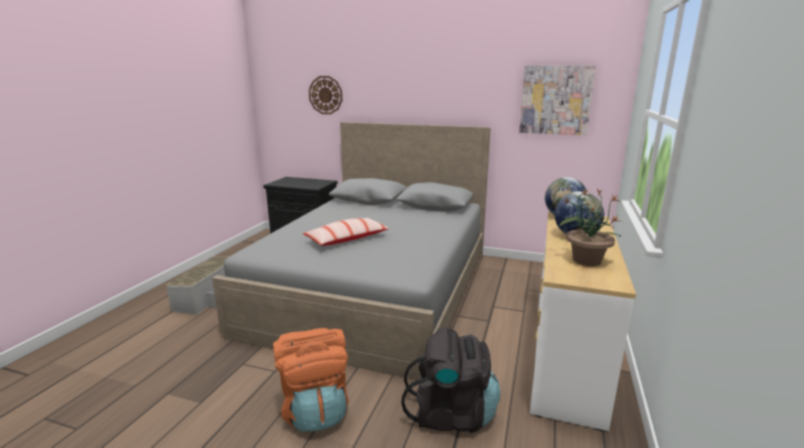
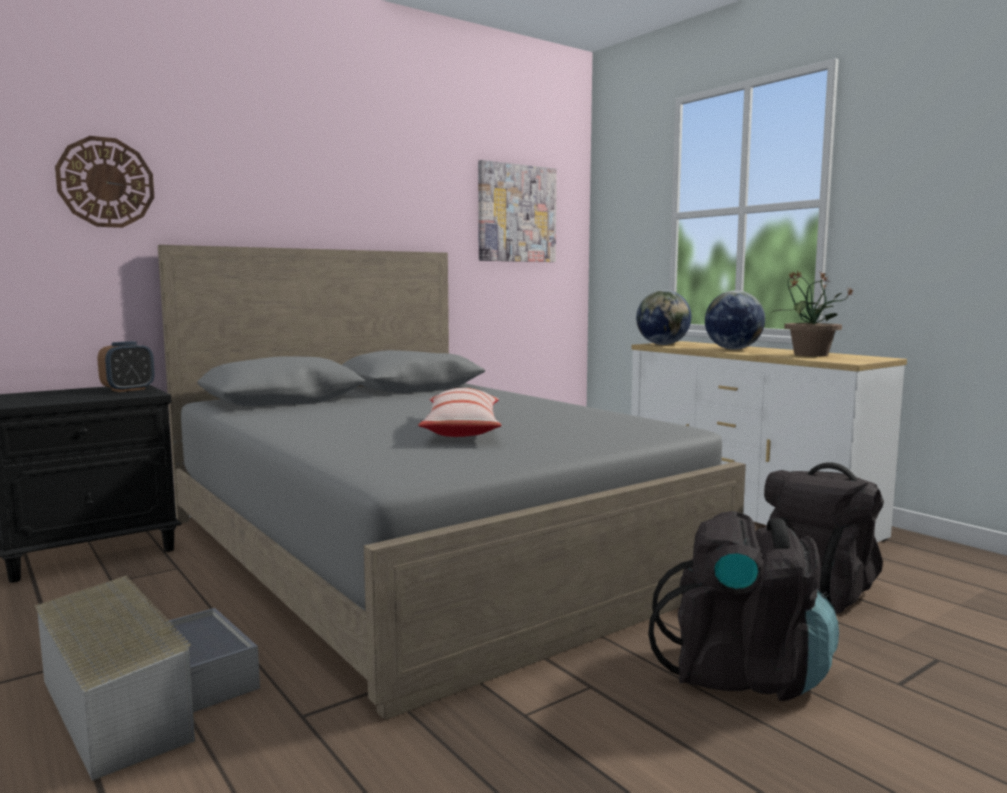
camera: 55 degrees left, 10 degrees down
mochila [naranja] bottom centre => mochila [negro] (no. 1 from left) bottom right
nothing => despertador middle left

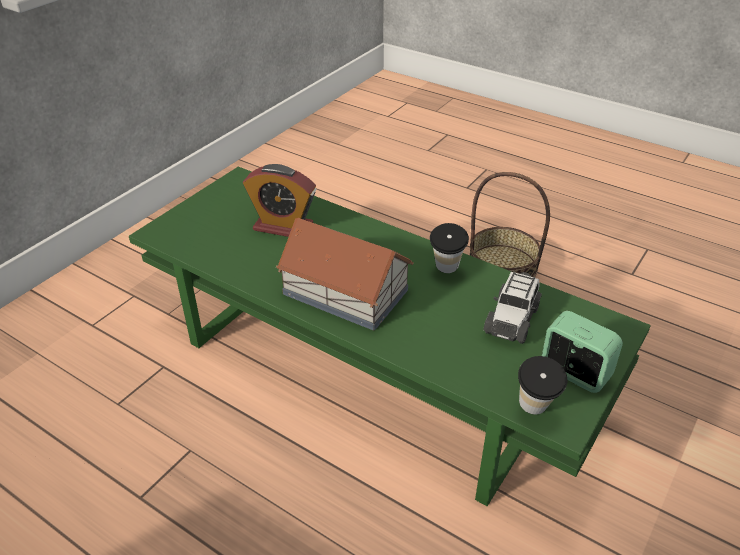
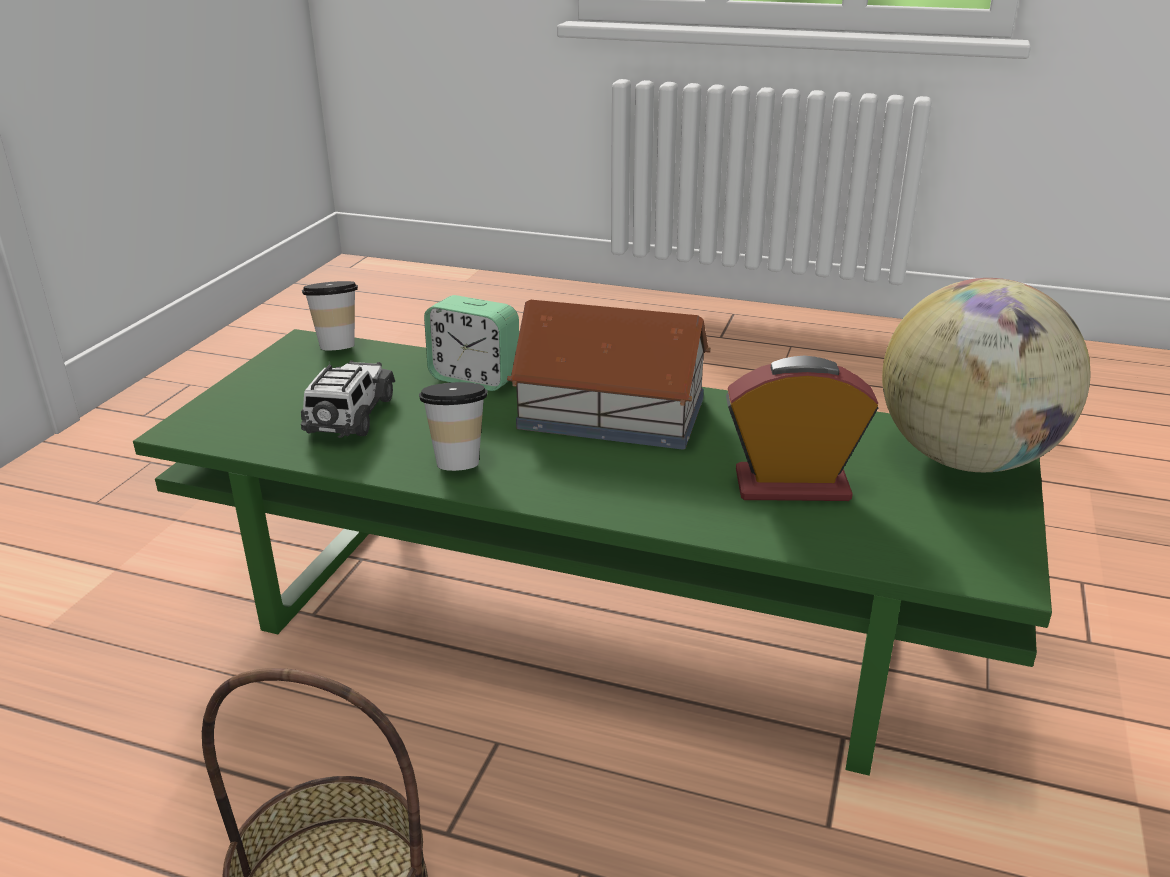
camera: 165 degrees right, 10 degrees down
despertador (no. 2 from left in the first image) middle right => despertador (no. 1 from left) centre, relocated
nothing => globo terráqueo middle right

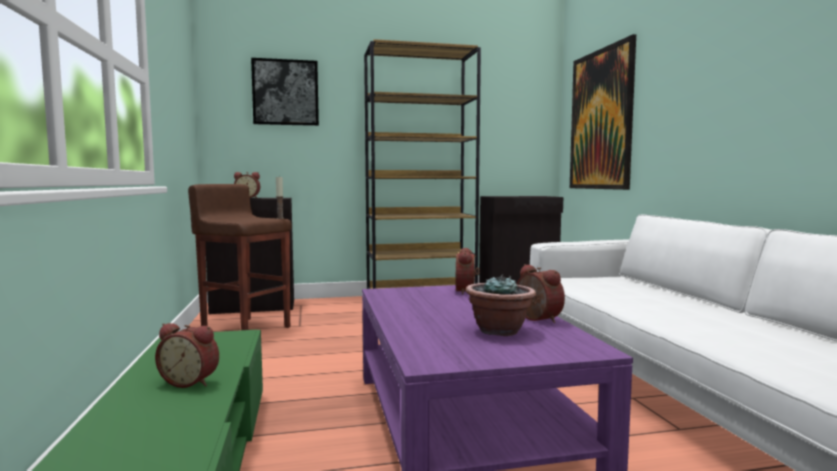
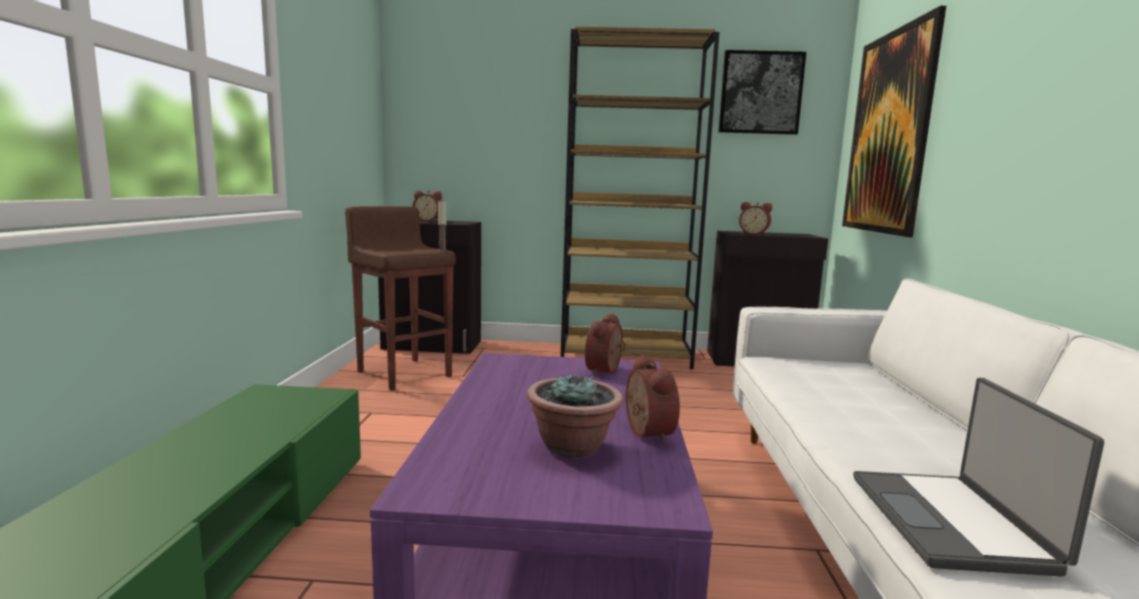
camera: 15 degrees right, 5 degrees up
despertador (no. 1 from left in the first image) bottom left => despertador (no. 4 from left) centre, relocated
cuadro (no. 1 from left) top centre => cuadro (no. 1 from left) top right, relocated
nothing => portátil bottom right

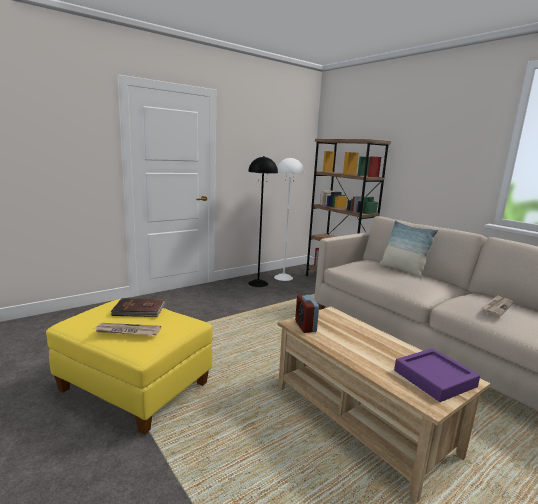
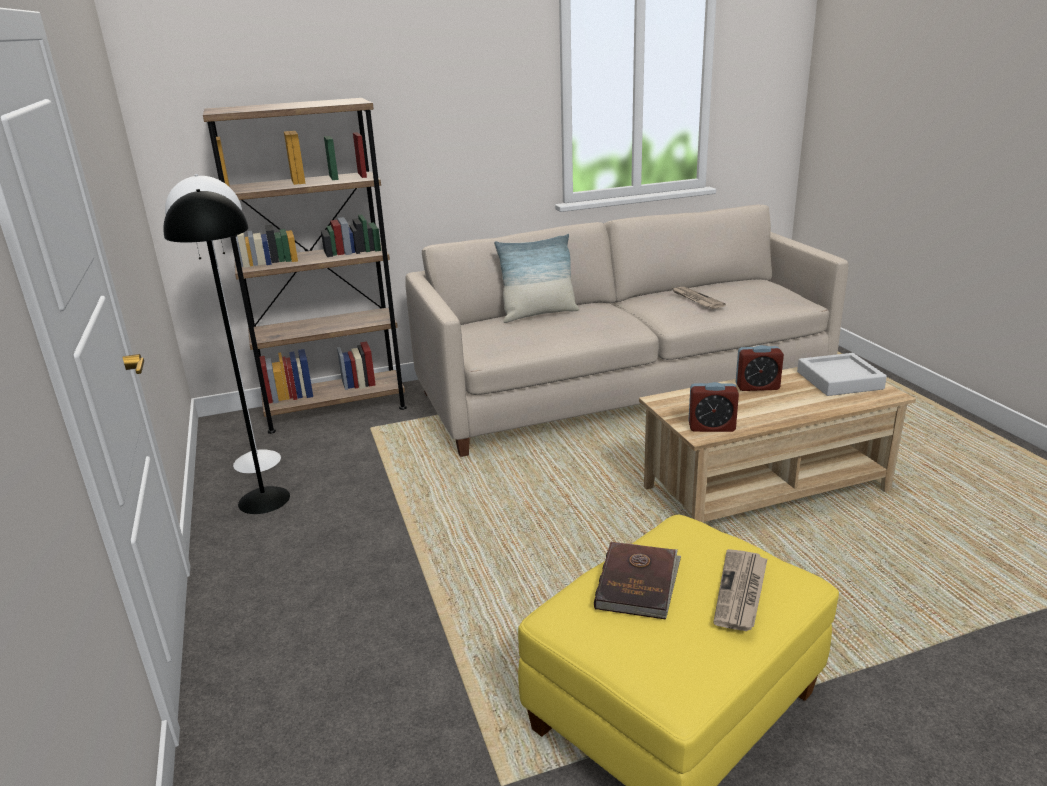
camera: 70 degrees left, 10 degrees up
bandeja [morado] bottom right => bandeja [gris] middle right
nothing => despertador (no. 2 from left) middle right

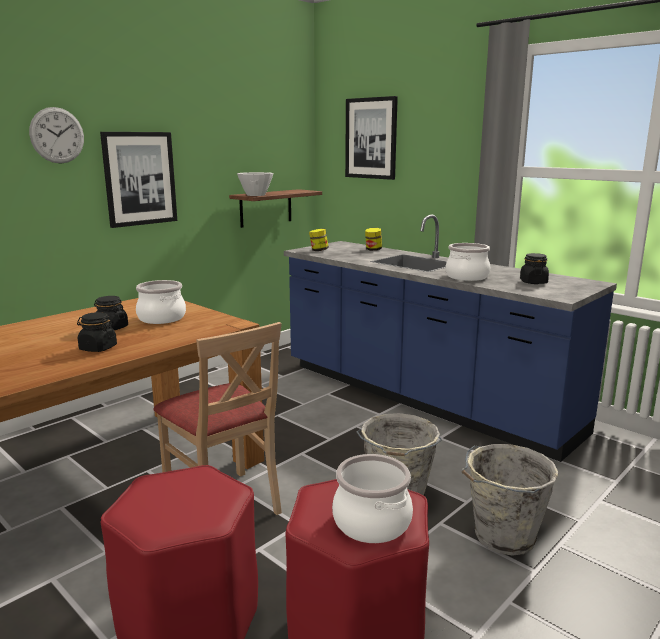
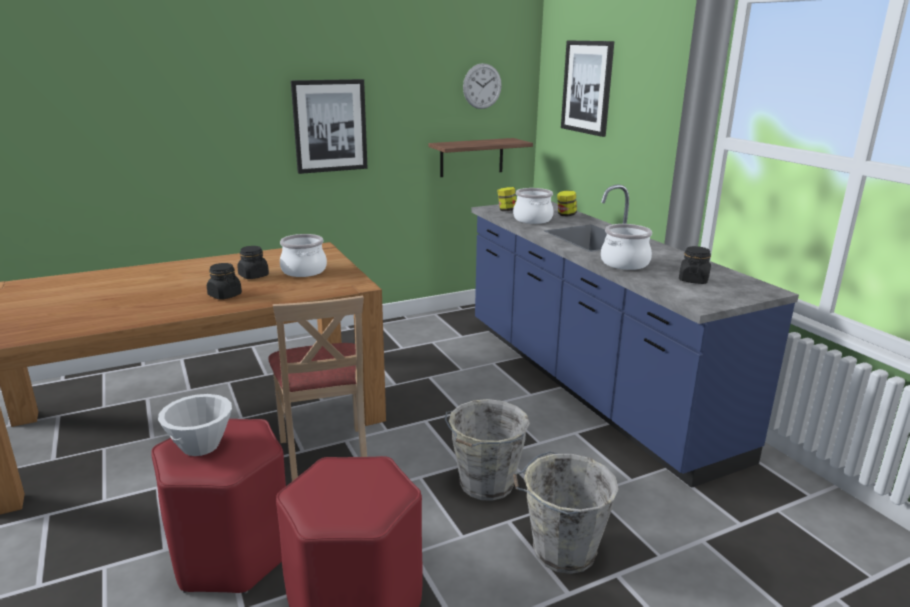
camera: 20 degrees right, 5 degrees up
reloj de pared top left => reloj de pared top centre, relocated
cuenco [blanco] top centre => cuenco [blanco] bottom left, relocated
olla (no. 2 from left) bottom centre => olla (no. 2 from left) centre, relocated

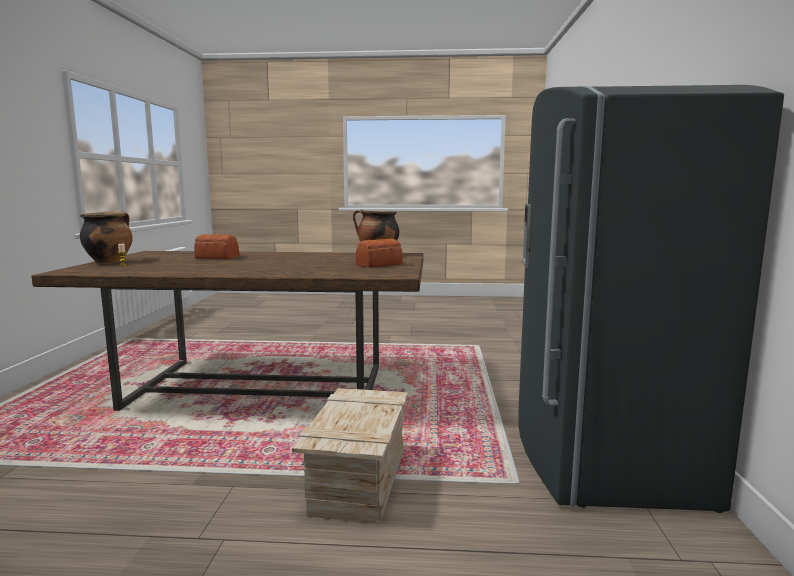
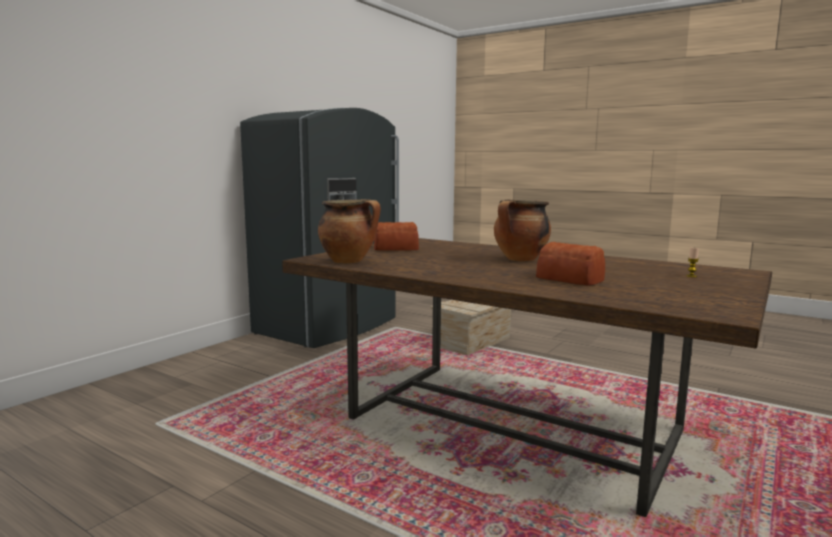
camera: 150 degrees left, 0 degrees up
olla (no. 1 from left in the first image) middle left => olla (no. 2 from left) centre, relocated

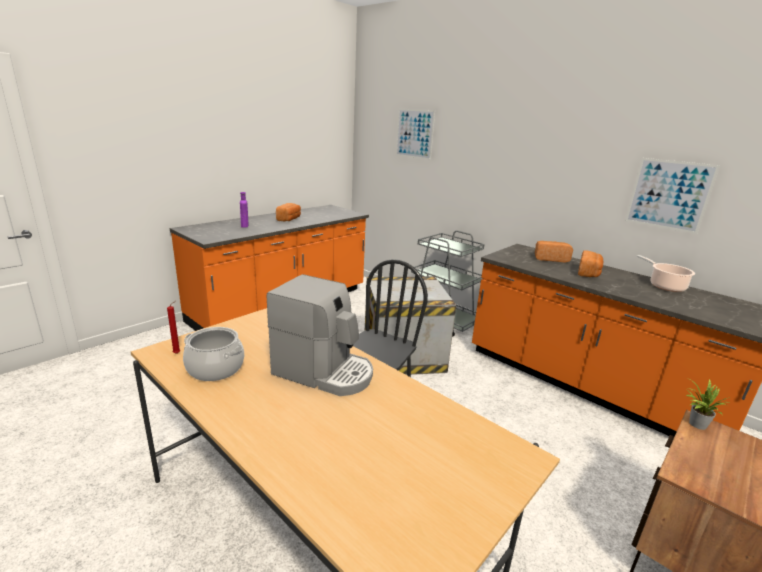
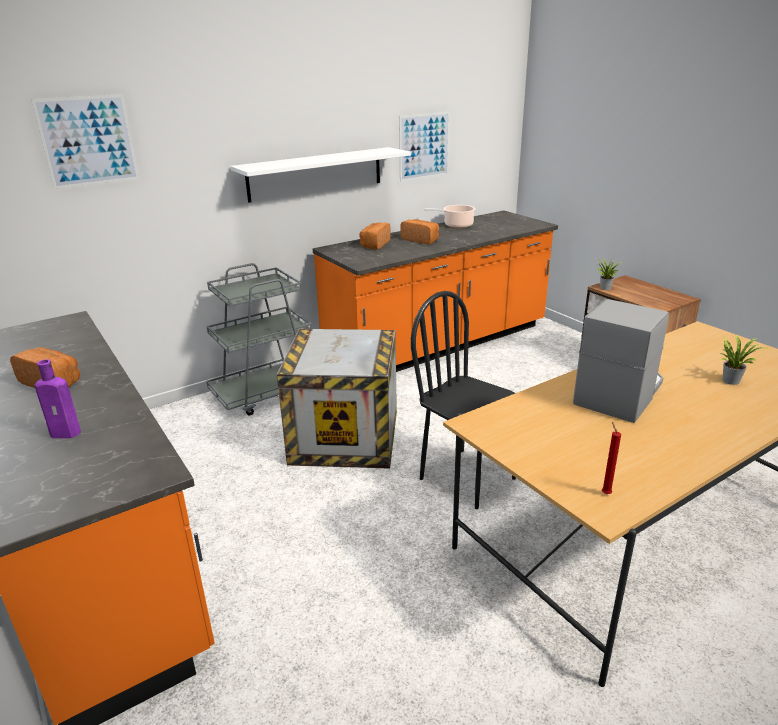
camera: 75 degrees left, 5 degrees up
olla (no. 1 from left) middle left => nothing
nothing => estante [blanco] top centre
nothing => planta en maceta (no. 2 from left) middle right

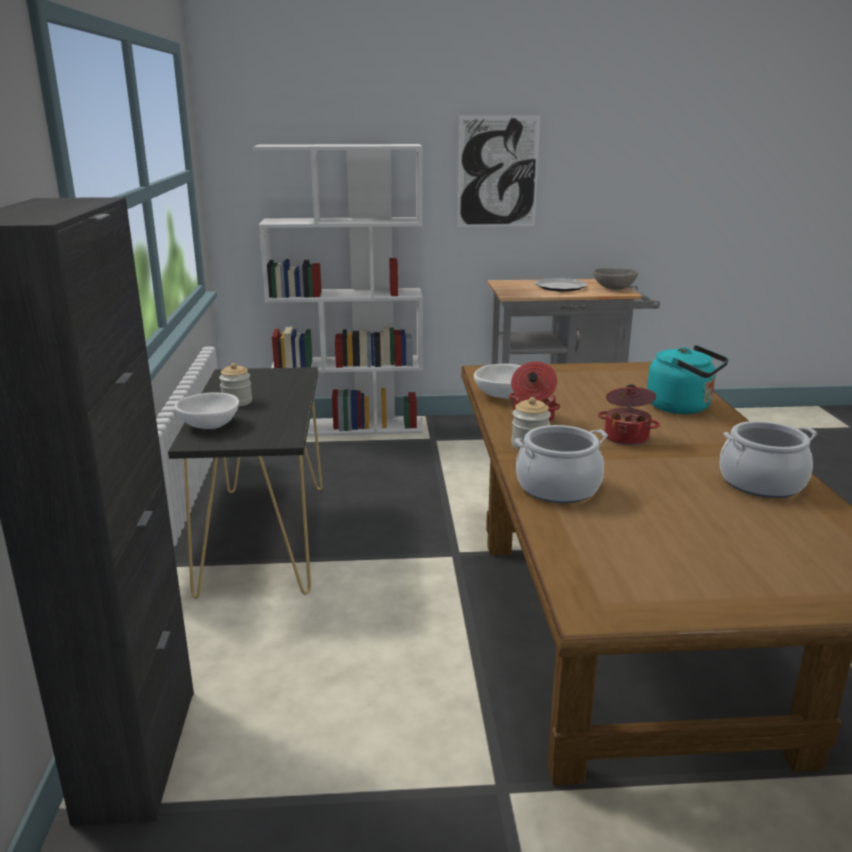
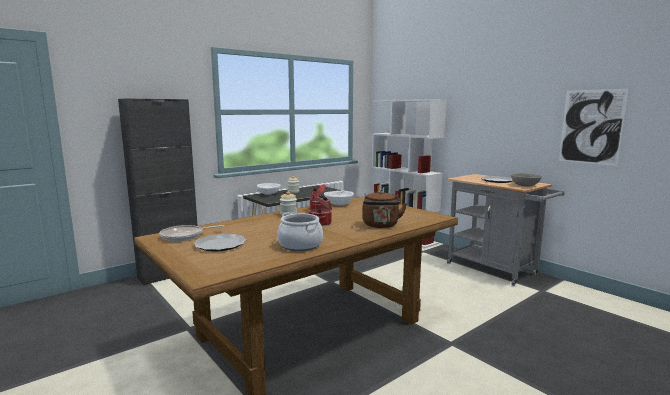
camera: 55 degrees right, 10 degrees down
cuadro top centre => cuadro top right, relocated
olla (no. 2 from left) centre => nothing
hervidor [turquesa] middle right => hervidor [marrón] centre
nothing => sartén middle left
nothing => plato (no. 1 from left) middle left

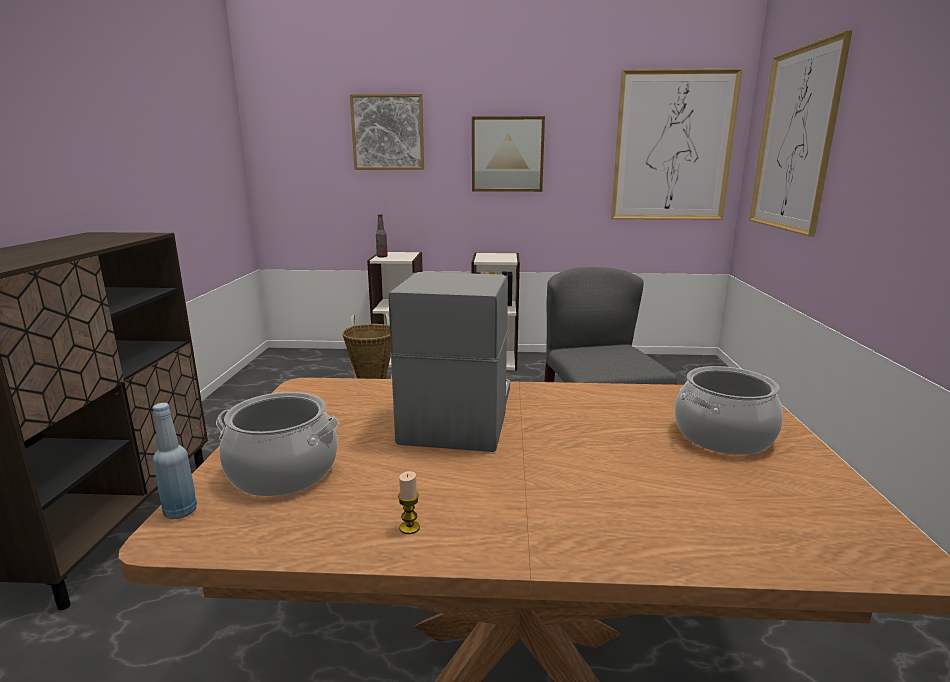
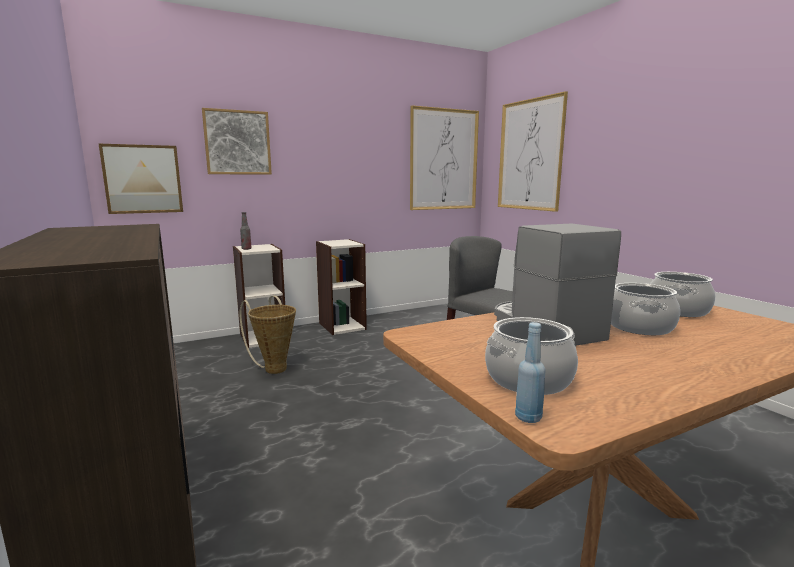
camera: 30 degrees left, 5 degrees down
vela bottom centre => nothing
cuadro (no. 2 from left in the first image) top centre => cuadro (no. 1 from left) top left, relocated
nothing => olla (no. 2 from left) middle right

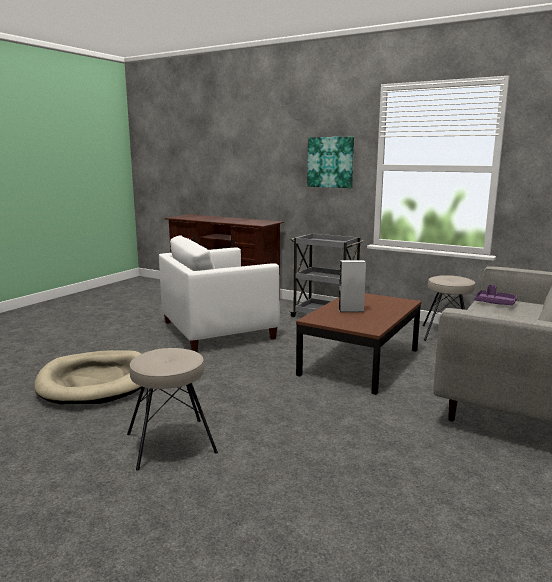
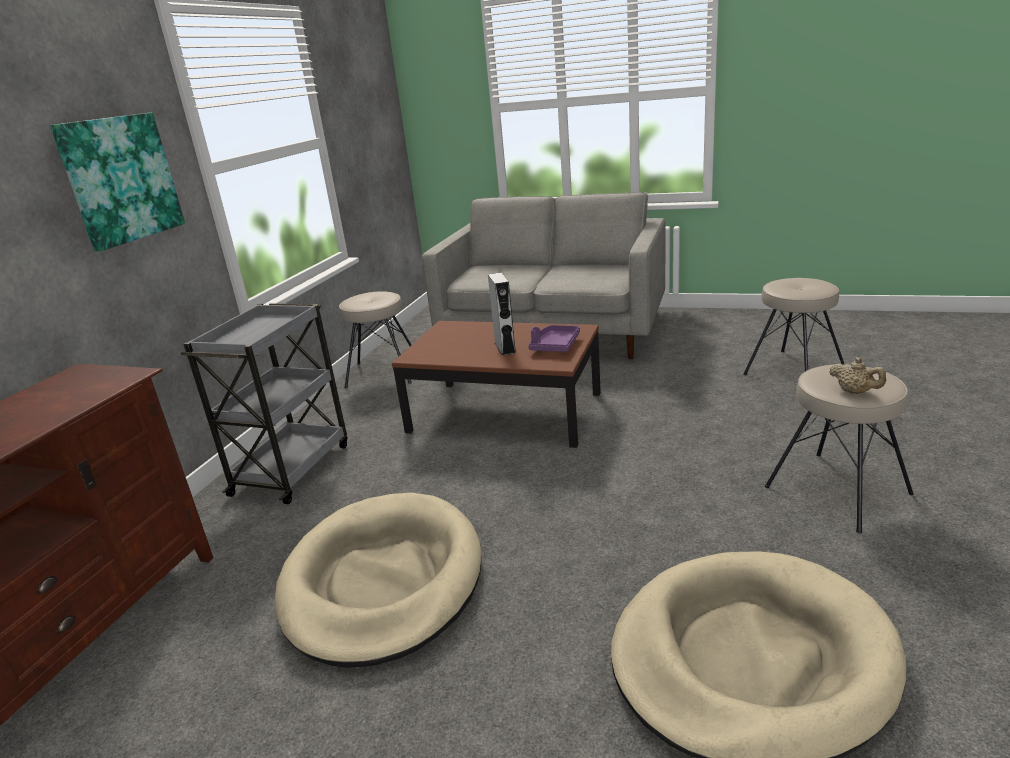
camera: 100 degrees left, 10 degrees up
sillón [blanco] centre => cama para perro [beis] (no. 1 from left) bottom centre
bandeja [morado] middle right => bandeja [morado] centre, relocated
nothing => taburete [beis] (no. 2 from left) middle right
nothing => tetera [beis] middle right

